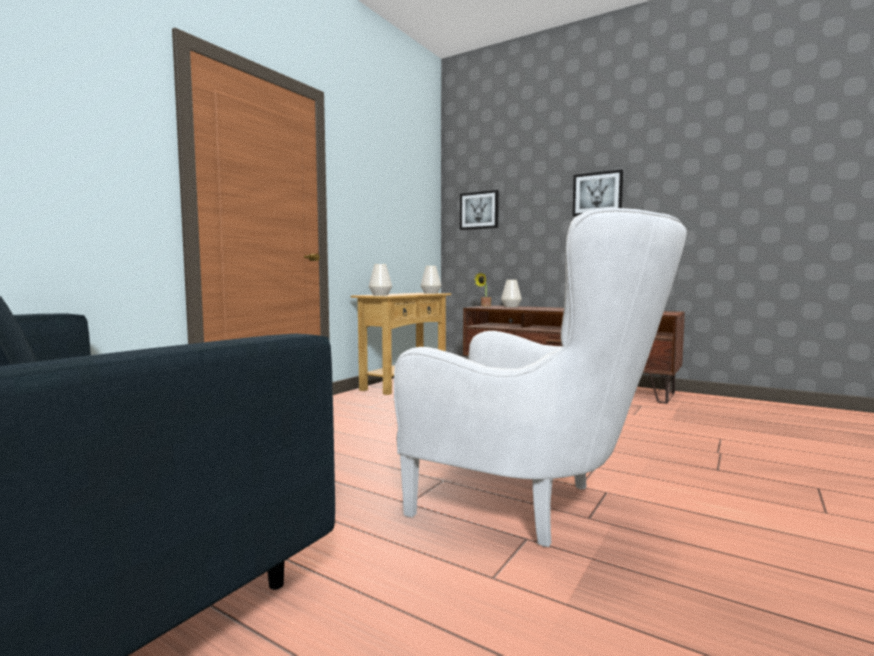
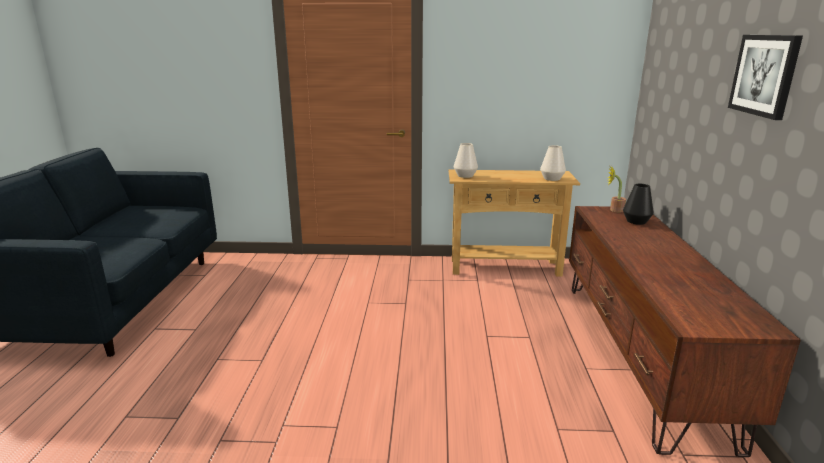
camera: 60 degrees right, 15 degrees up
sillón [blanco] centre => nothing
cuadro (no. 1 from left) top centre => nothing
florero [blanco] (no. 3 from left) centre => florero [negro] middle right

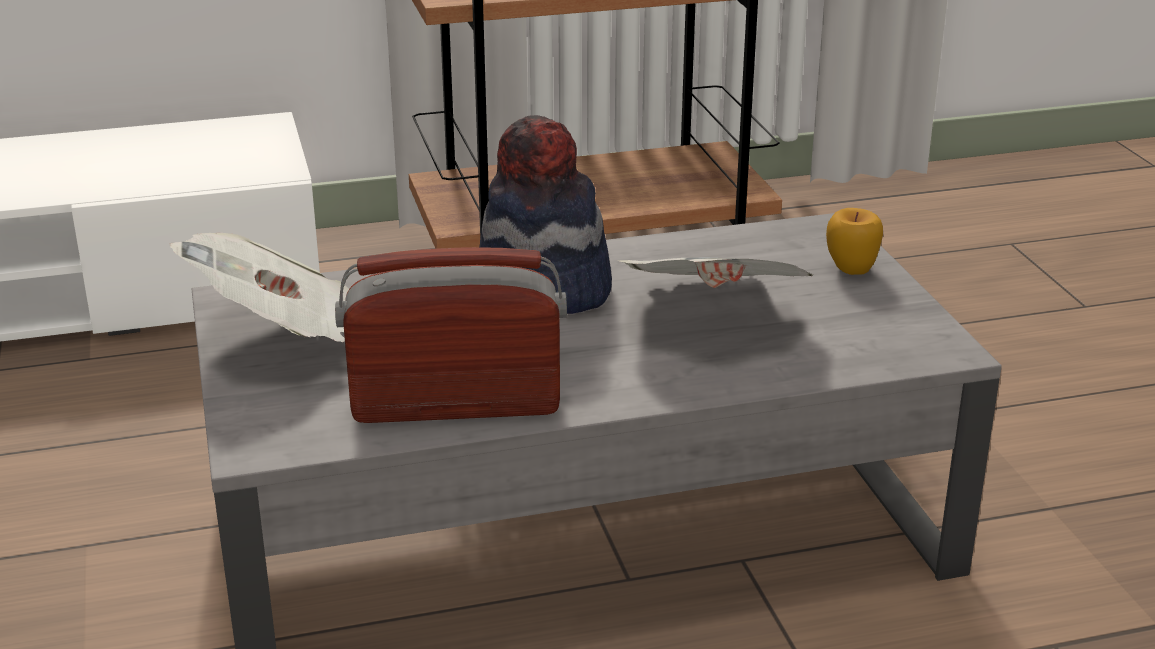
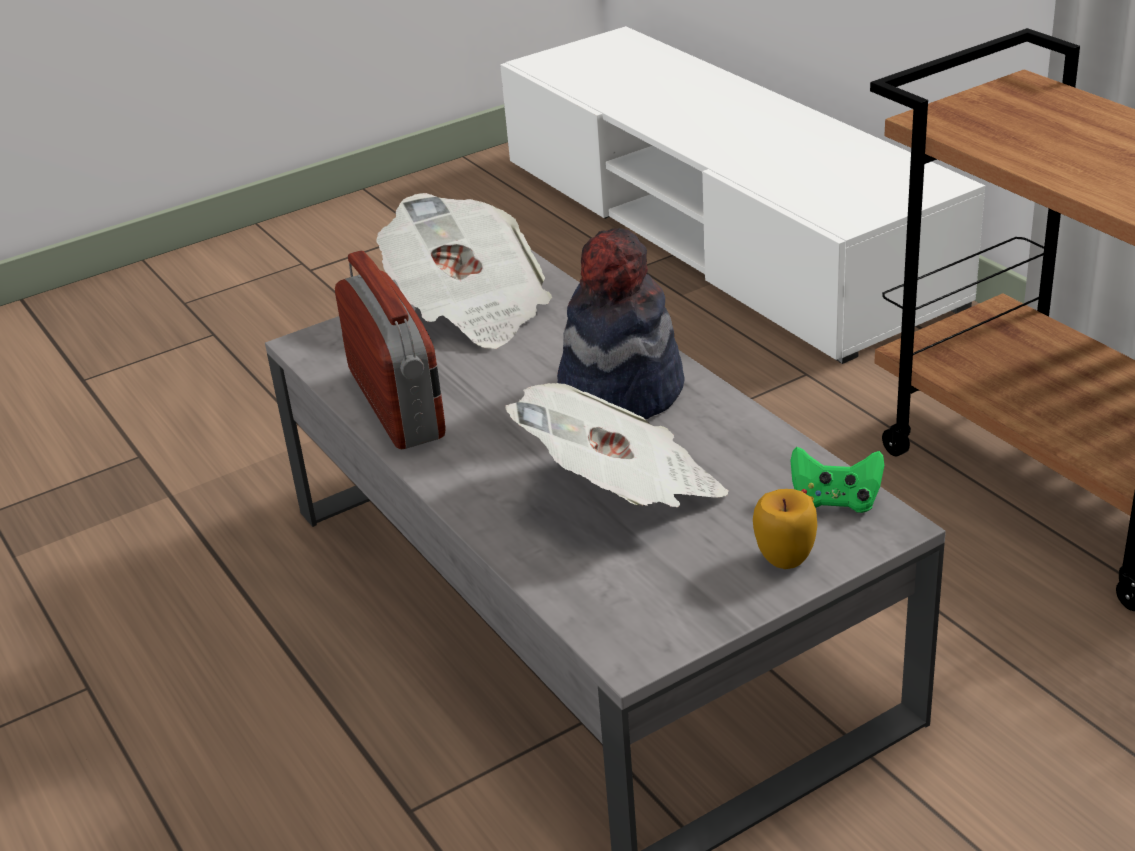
camera: 75 degrees right, 5 degrees up
nothing => mando de consola [verde] middle right

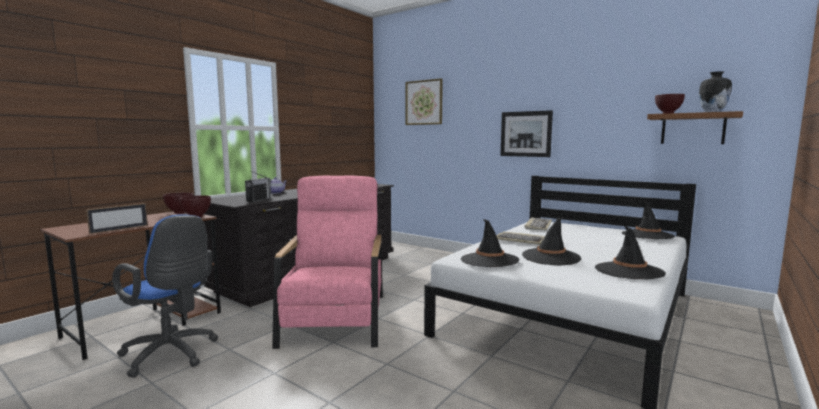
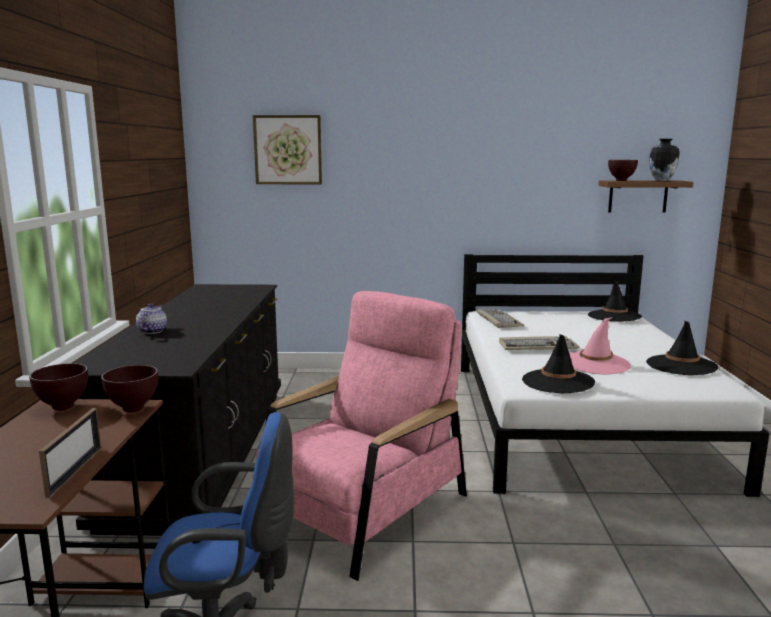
camera: 35 degrees left, 5 degrees up
radio middle left => nothing
sillón [rosa] centre => sillón [rosa] bottom centre, 75 degrees clockwise
cuadro (no. 2 from left) top centre => nothing
sombrero [negro] (no. 2 from left) middle right => sombrero [rosa] middle right

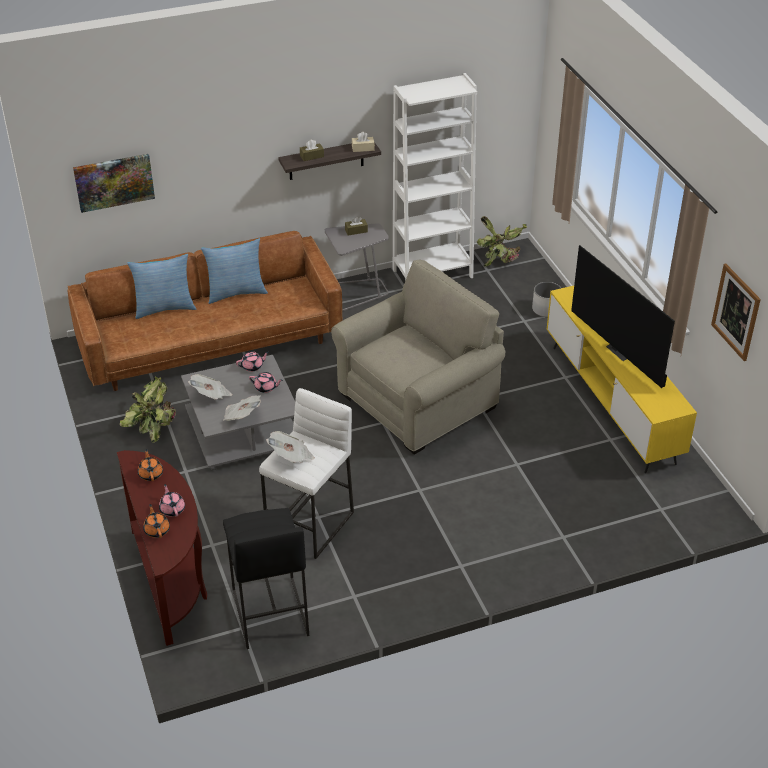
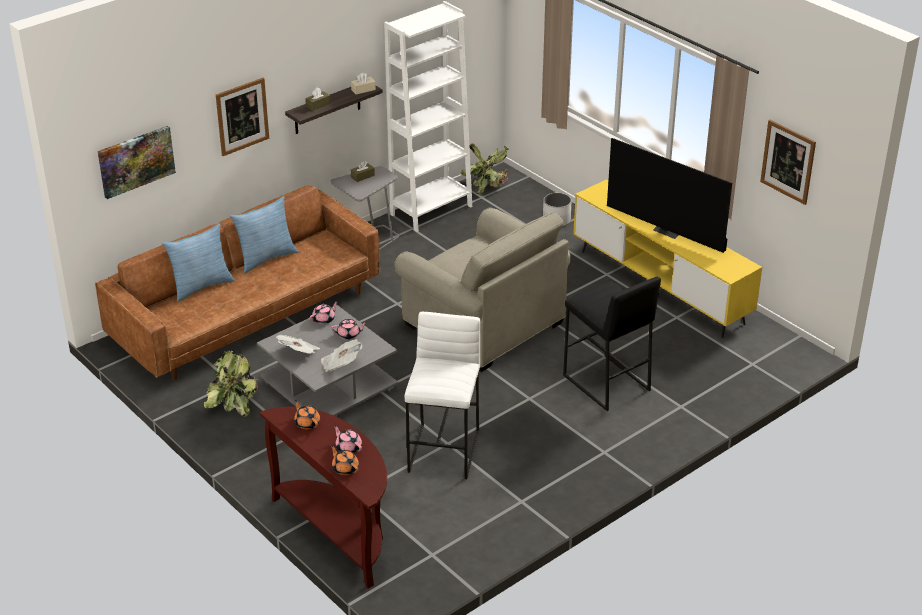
camera: 20 degrees left, 5 degrees down
taburete [negro] bottom centre => taburete [negro] centre, relocated
periódico (no. 3 from left) centre => nothing
sillón [beis] centre, 105 degrees clockwise
nothing => cuadro (no. 2 from left) top left

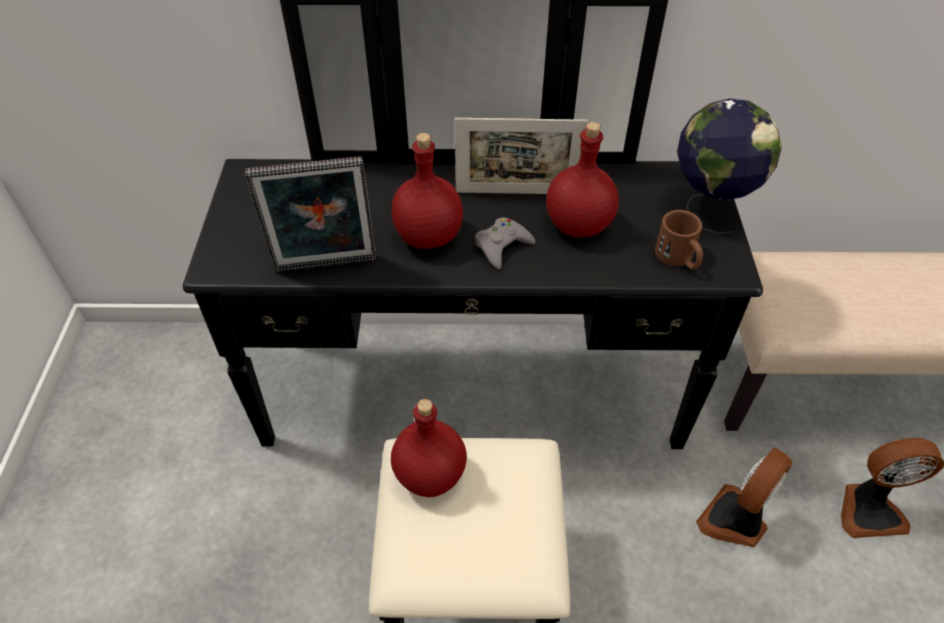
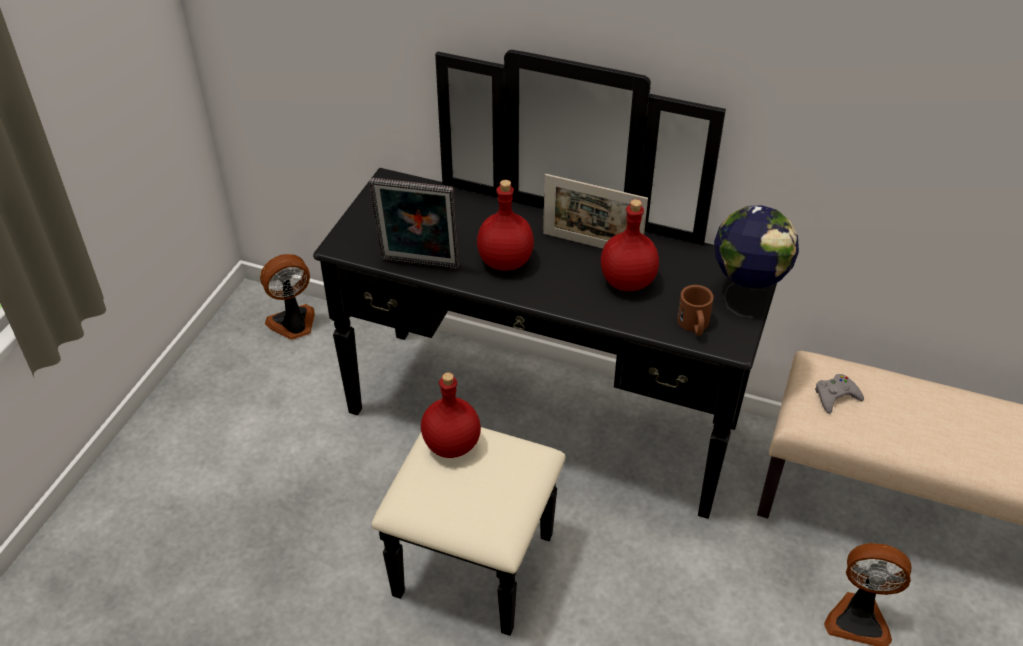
camera: 20 degrees right, 5 degrees down
mando de consola [gris] centre => mando de consola [gris] middle right, relocated
ventilador (no. 1 from left) bottom right => ventilador (no. 1 from left) middle left, relocated

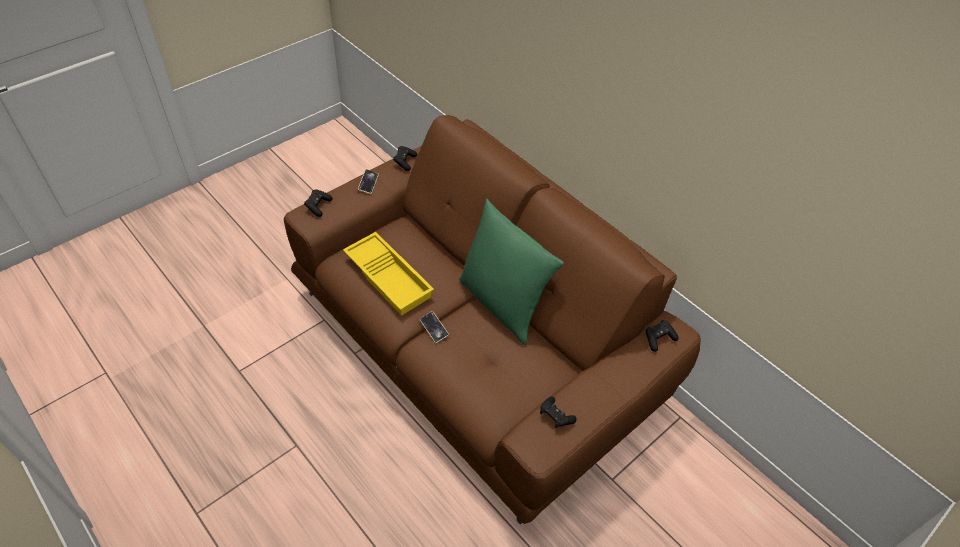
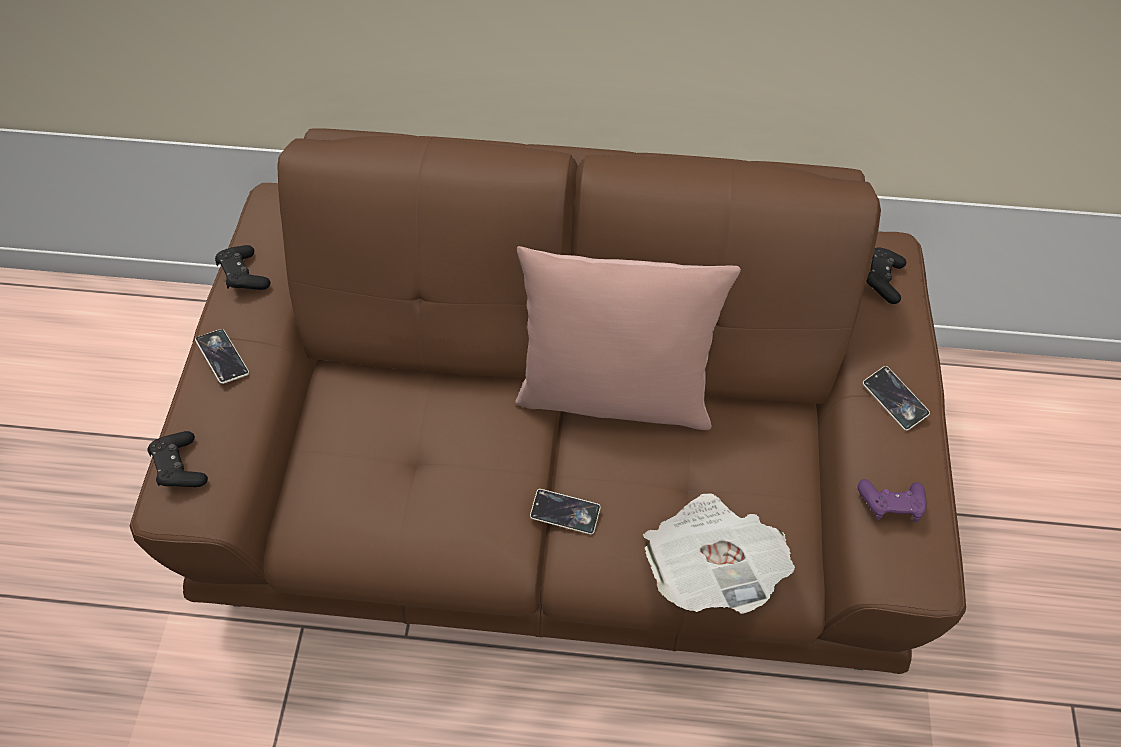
camera: 40 degrees left, 10 degrees up
bandeja [amarillo] centre => nothing
cojín [verde] centre => cojín [rosa] centre
mando de consola [negro] (no. 3 from left) bottom centre => mando de consola [morado] bottom right
nothing => periódico bottom centre
nothing => móvil (no. 3 from left) middle right

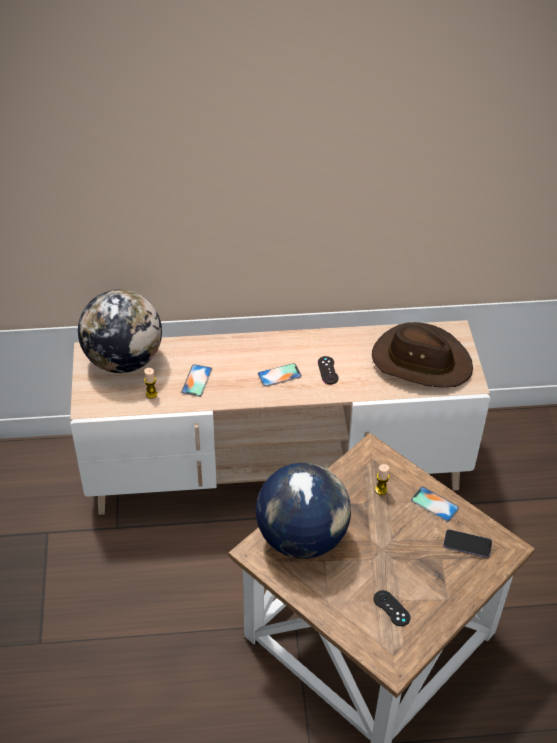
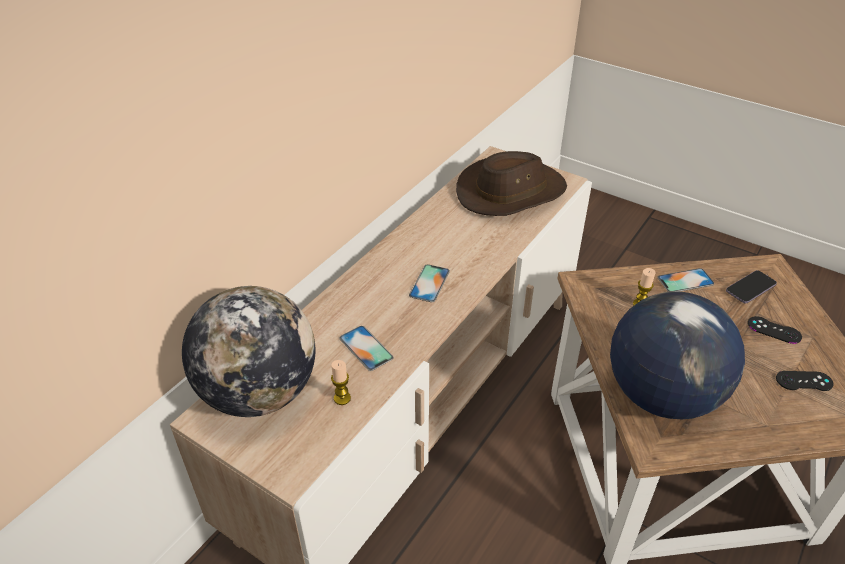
camera: 50 degrees left, 5 degrees down
mando de consola [negro] (no. 1 from left) centre => mando de consola [negro] (no. 1 from left) middle right, relocated

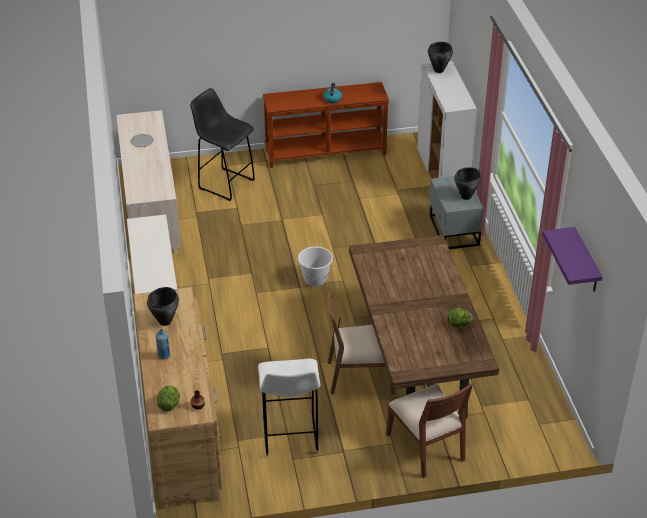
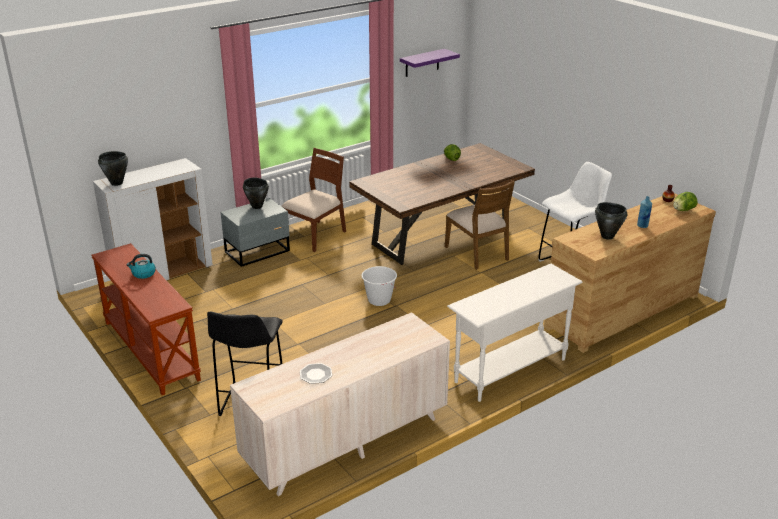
camera: 115 degrees left, 10 degrees down
silla [marrón] (no. 2 from left in the first image) bottom centre => silla [marrón] (no. 1 from left) centre, relocated

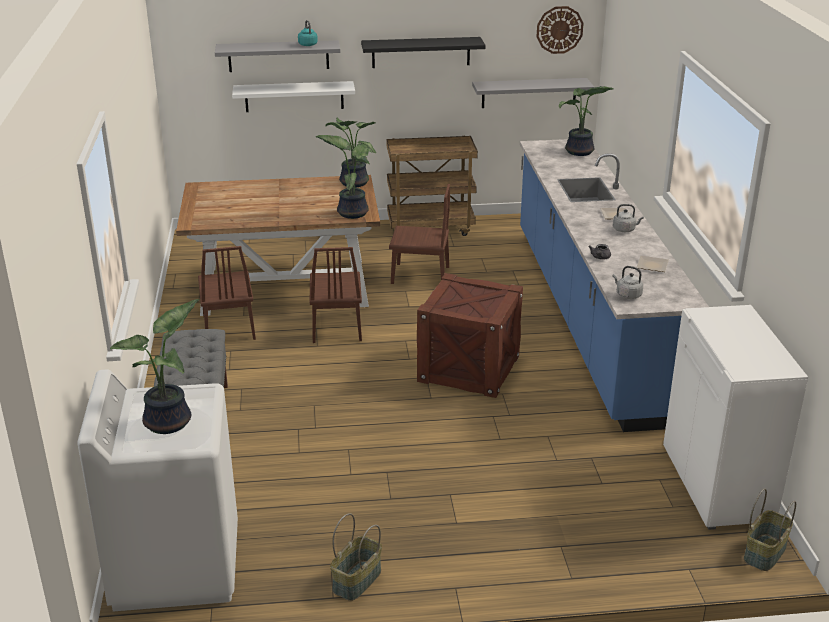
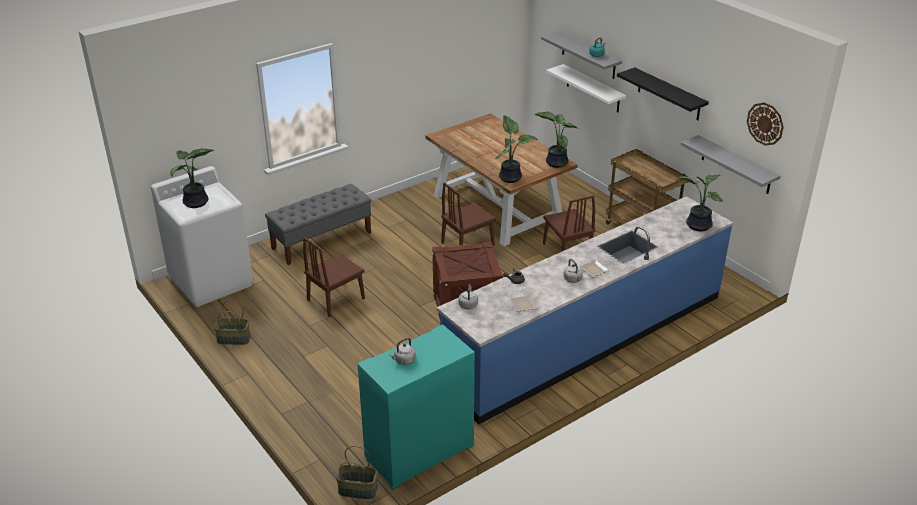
camera: 60 degrees right, 5 degrees up
silla [marrón] (no. 1 from left) middle left => silla [marrón] (no. 1 from left) centre, relocated
armario [blanco] bottom right => armario [turquesa] bottom centre
nothing => hervidor [gris] (no. 1 from left) bottom centre

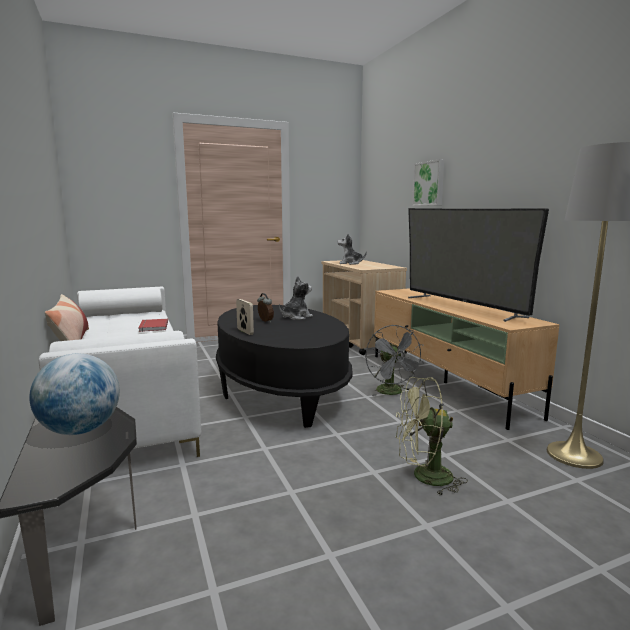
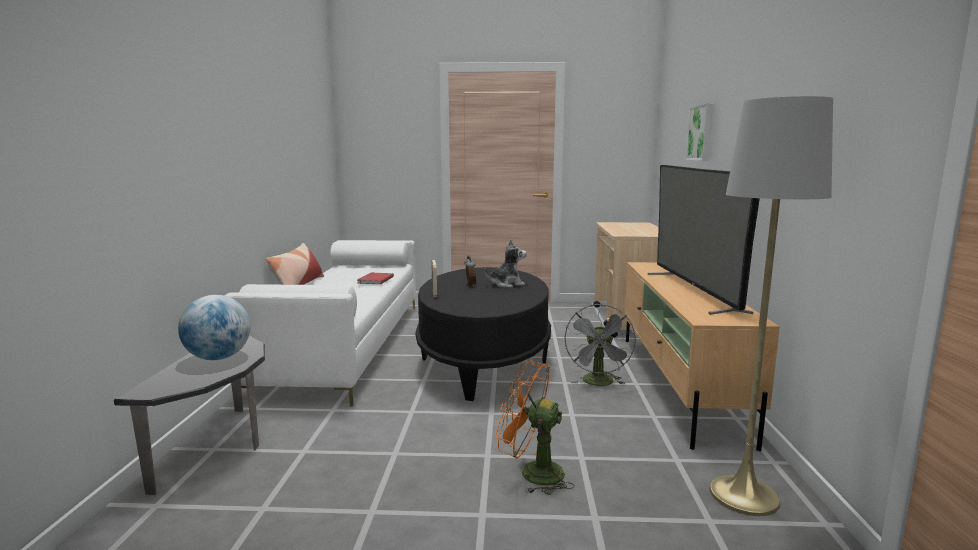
camera: 25 degrees right, 0 degrees up
peluche (no. 2 from left) centre => nothing
ventilador [verde] bottom right => ventilador [naranja] bottom centre

